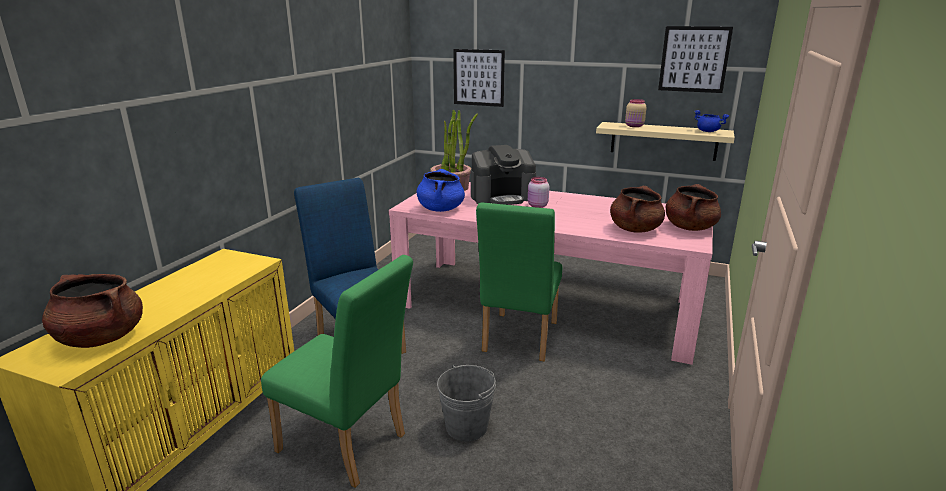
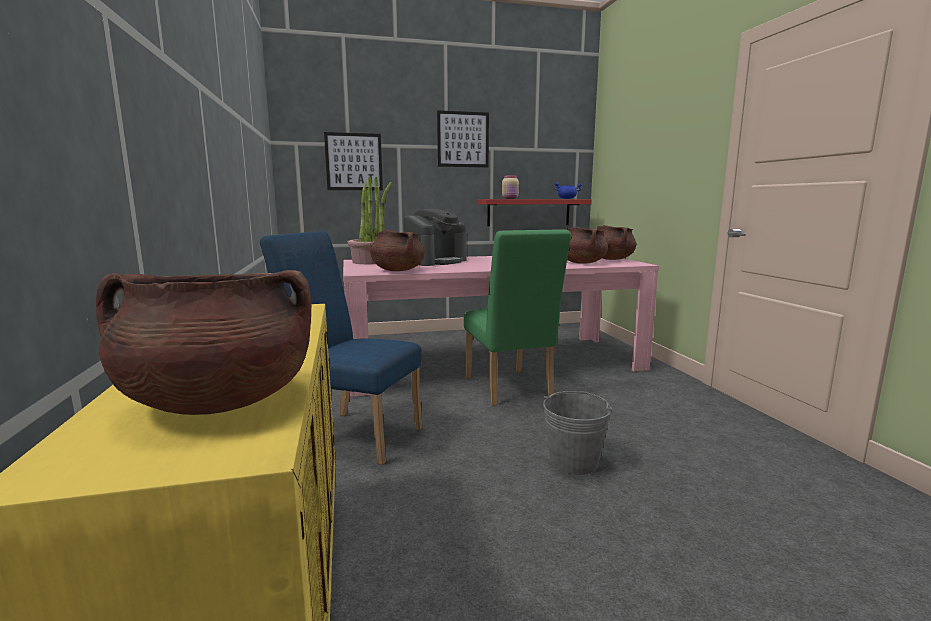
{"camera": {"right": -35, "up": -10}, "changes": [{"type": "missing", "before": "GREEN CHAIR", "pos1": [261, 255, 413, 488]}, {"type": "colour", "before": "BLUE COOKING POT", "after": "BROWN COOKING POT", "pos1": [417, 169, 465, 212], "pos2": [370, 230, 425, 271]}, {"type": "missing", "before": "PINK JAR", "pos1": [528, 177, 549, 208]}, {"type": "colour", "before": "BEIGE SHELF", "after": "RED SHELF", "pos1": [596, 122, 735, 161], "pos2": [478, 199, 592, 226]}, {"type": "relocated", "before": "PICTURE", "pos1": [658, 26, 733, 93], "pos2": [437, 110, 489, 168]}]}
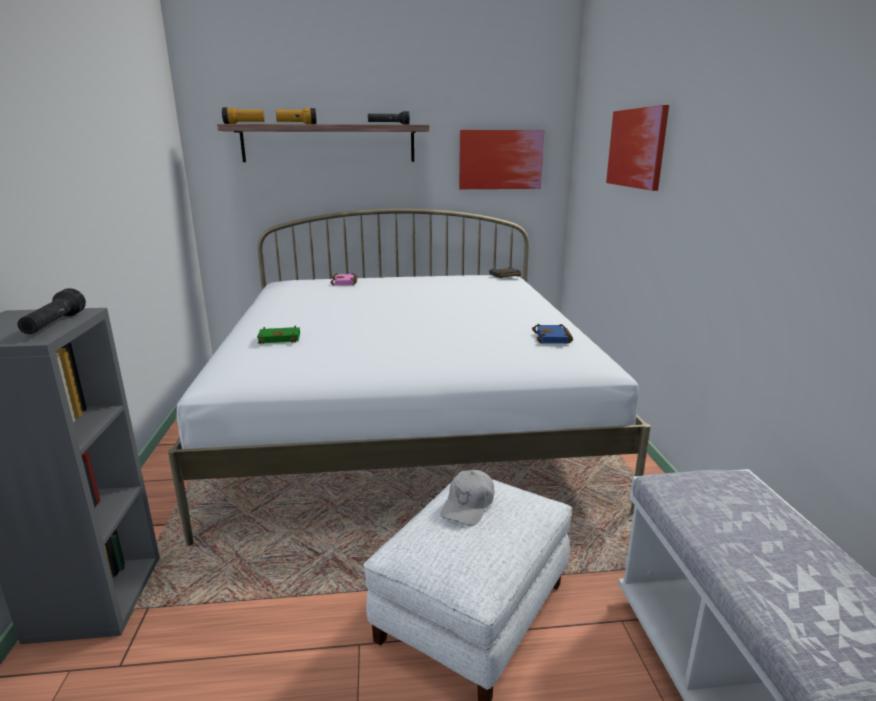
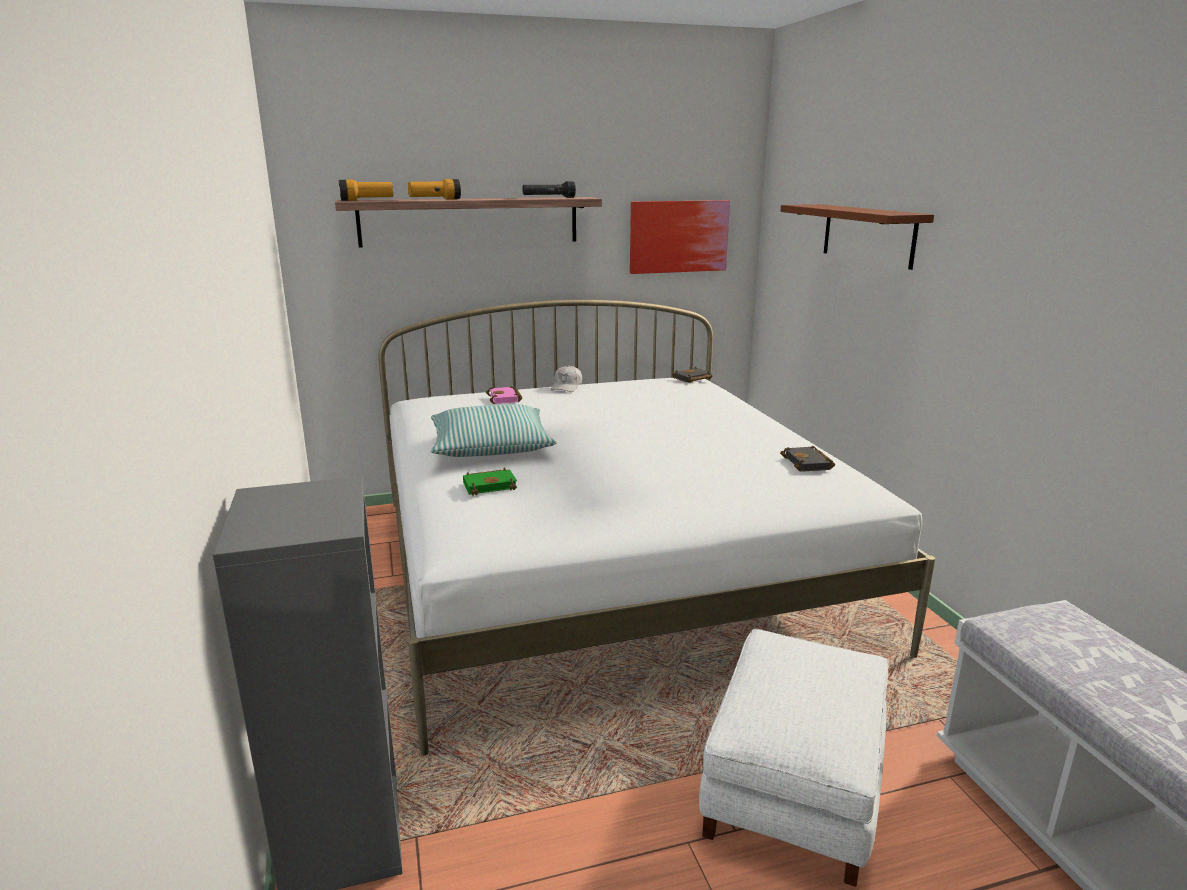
{"camera": {"right": -10, "up": 0}, "changes": [{"type": "missing", "before": "BLACK FLASHLIGHT", "pos1": [17, 288, 86, 334]}, {"type": "relocated", "before": "WHITE CAP", "pos1": [440, 470, 494, 526], "pos2": [550, 365, 582, 392]}, {"type": "colour", "before": "BLUE BOOK", "after": "BLACK BOOK", "pos1": [532, 324, 573, 344], "pos2": [780, 446, 835, 472]}, {"type": "exchanged", "before": "PICTURE", "after": "BROWN SHELF", "pos1": [606, 105, 669, 191], "pos2": [781, 204, 934, 270]}, {"type": "appeared", "after": "PILLOW", "pos2": [431, 404, 557, 457]}]}
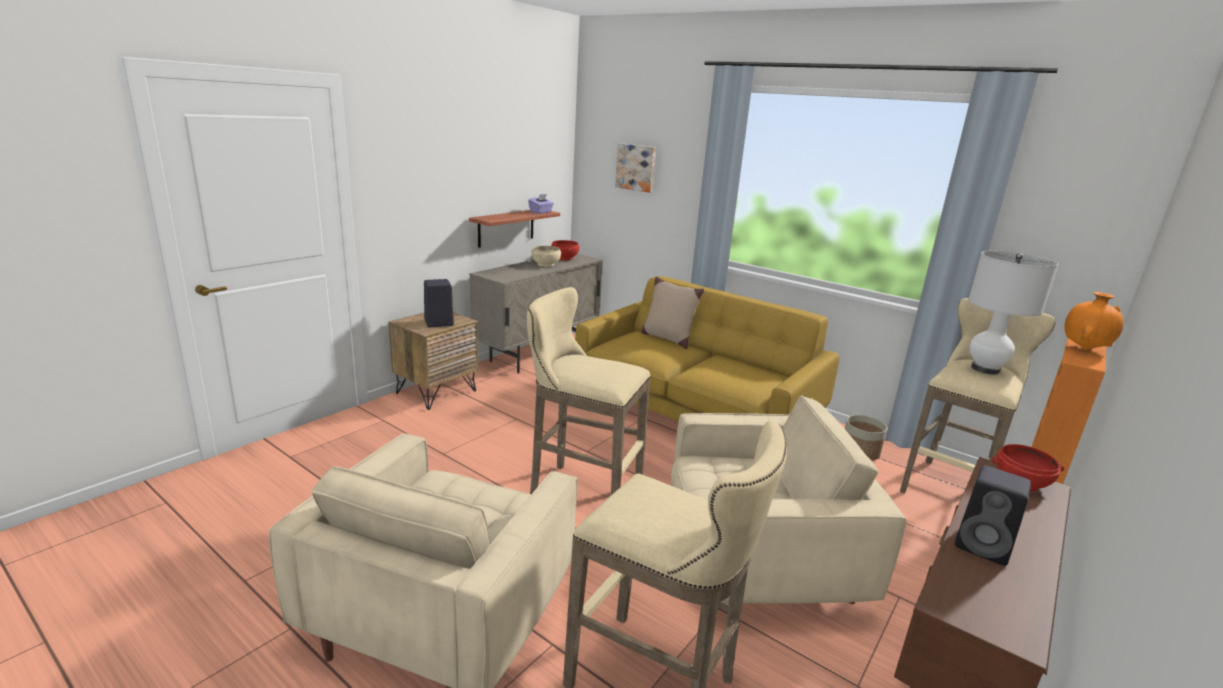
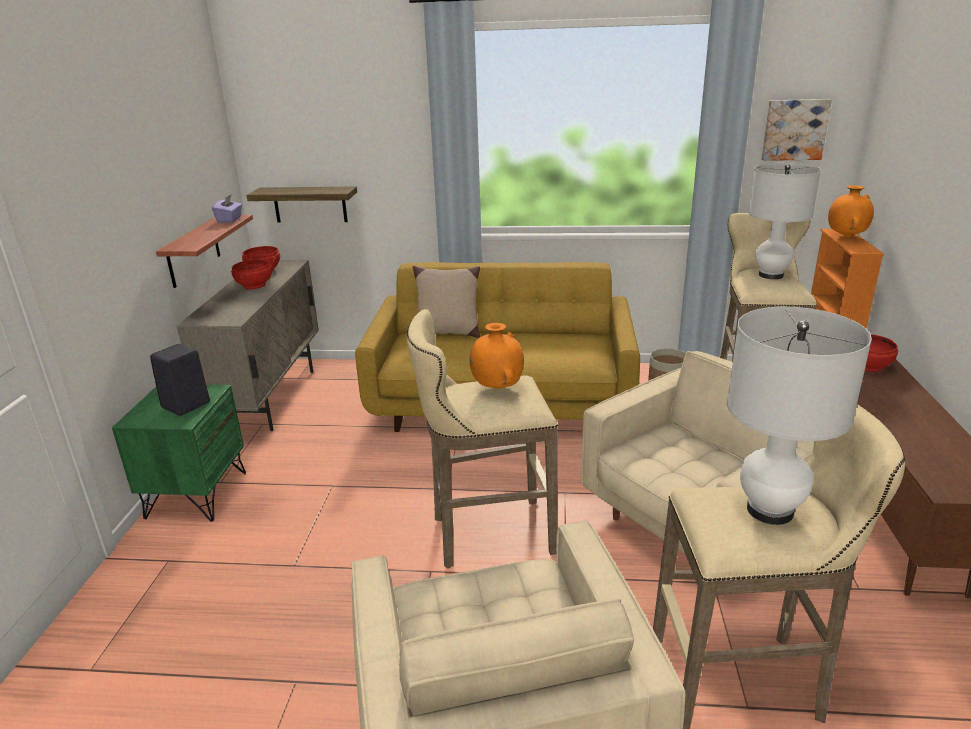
{"camera": {"right": -30, "up": 5}, "changes": [{"type": "colour", "before": "BROWN NIGHTSTAND", "after": "GREEN NIGHTSTAND", "pos1": [389, 312, 478, 410], "pos2": [112, 384, 246, 522]}, {"type": "colour", "before": "BEIGE BOWL", "after": "RED BOWL", "pos1": [532, 246, 561, 267], "pos2": [231, 259, 272, 289]}, {"type": "relocated", "before": "PICTURE", "pos1": [615, 143, 656, 193], "pos2": [762, 99, 832, 161]}, {"type": "missing", "before": "BLACK SPEAKER", "pos1": [955, 465, 1031, 566]}, {"type": "appeared", "after": "SHELF", "pos2": [247, 186, 357, 223]}, {"type": "appeared", "after": "ORANGE VASE", "pos2": [469, 323, 524, 389]}, {"type": "appeared", "after": "WHITE TABLE LAMP", "pos2": [727, 307, 872, 525]}]}
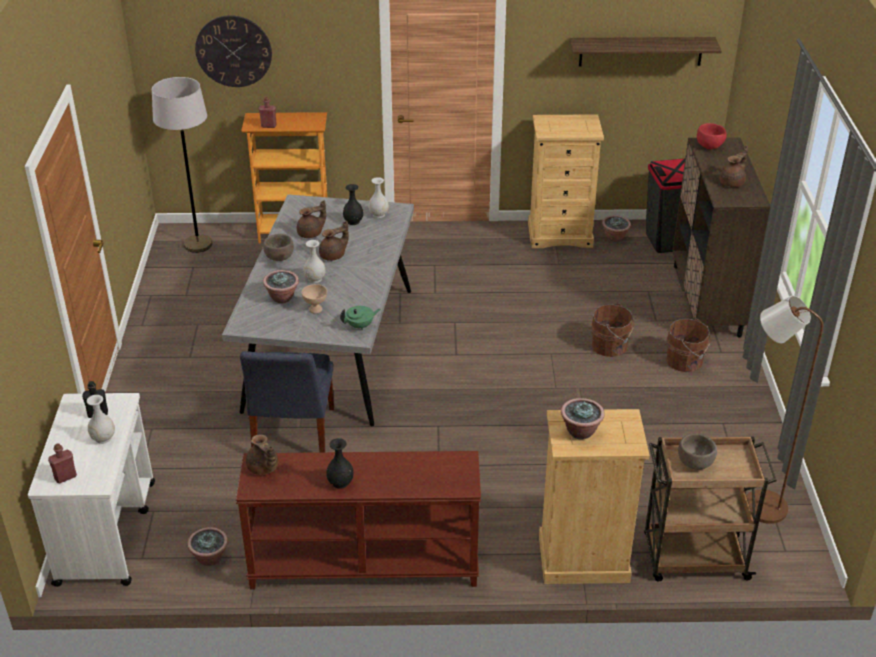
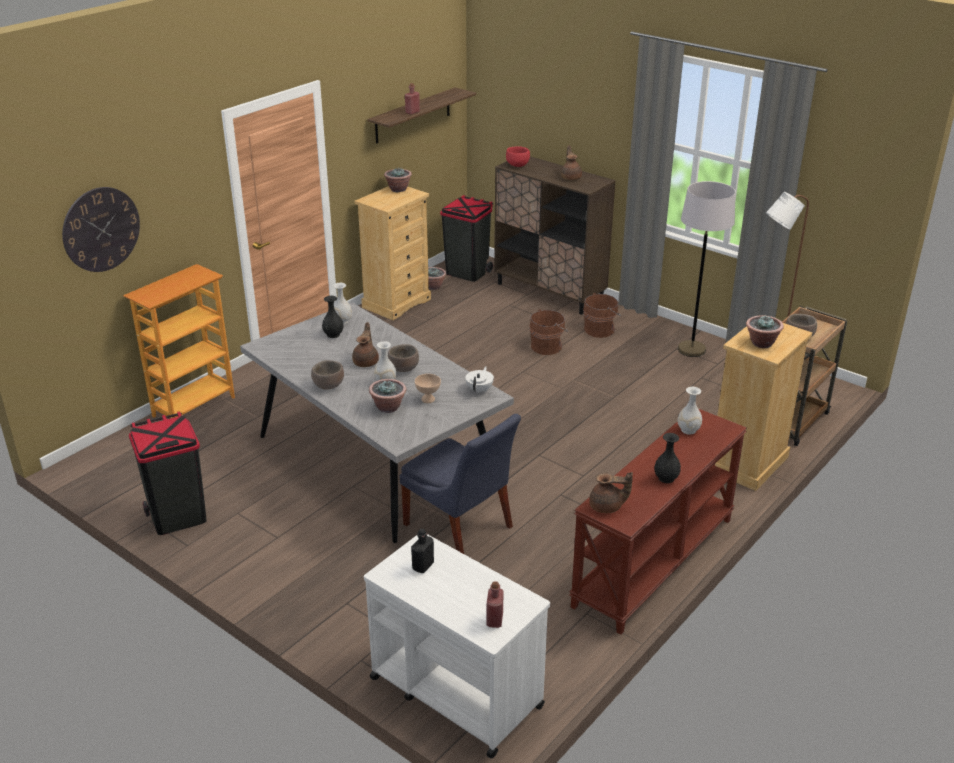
{"camera": {"right": -50, "up": -5}, "changes": [{"type": "relocated", "before": "WHITE VASE", "pos1": [87, 395, 115, 444], "pos2": [678, 387, 702, 435]}, {"type": "relocated", "before": "GREY FLOOR LAMP", "pos1": [152, 77, 213, 253], "pos2": [678, 181, 736, 357]}, {"type": "relocated", "before": "POTTED PLANT", "pos1": [187, 527, 228, 566], "pos2": [384, 167, 412, 192]}, {"type": "relocated", "before": "RED BOTTLE", "pos1": [259, 97, 277, 128], "pos2": [405, 83, 420, 115]}, {"type": "missing", "before": "BROWN TEAPOT", "pos1": [297, 200, 326, 238]}, {"type": "colour", "before": "GREEN TEAPOT", "after": "WHITE TEAPOT", "pos1": [340, 306, 380, 330], "pos2": [466, 366, 494, 393]}, {"type": "appeared", "after": "BLACK TRASH CAN", "pos2": [129, 411, 207, 535]}, {"type": "appeared", "after": "BROWN BOWL", "pos2": [388, 344, 419, 372]}]}
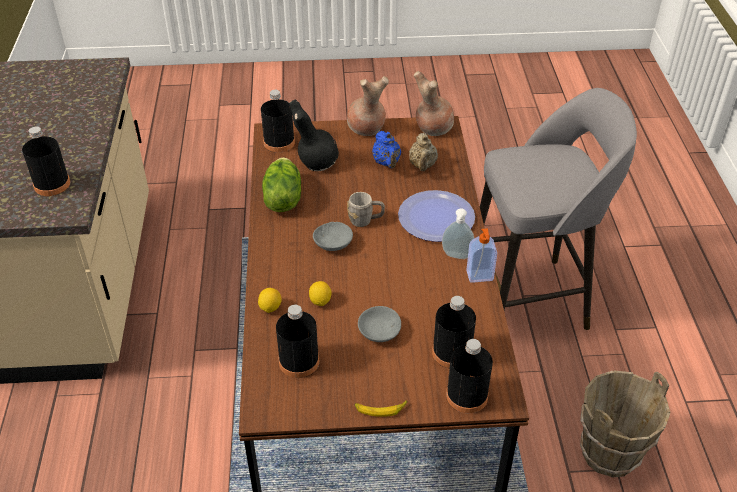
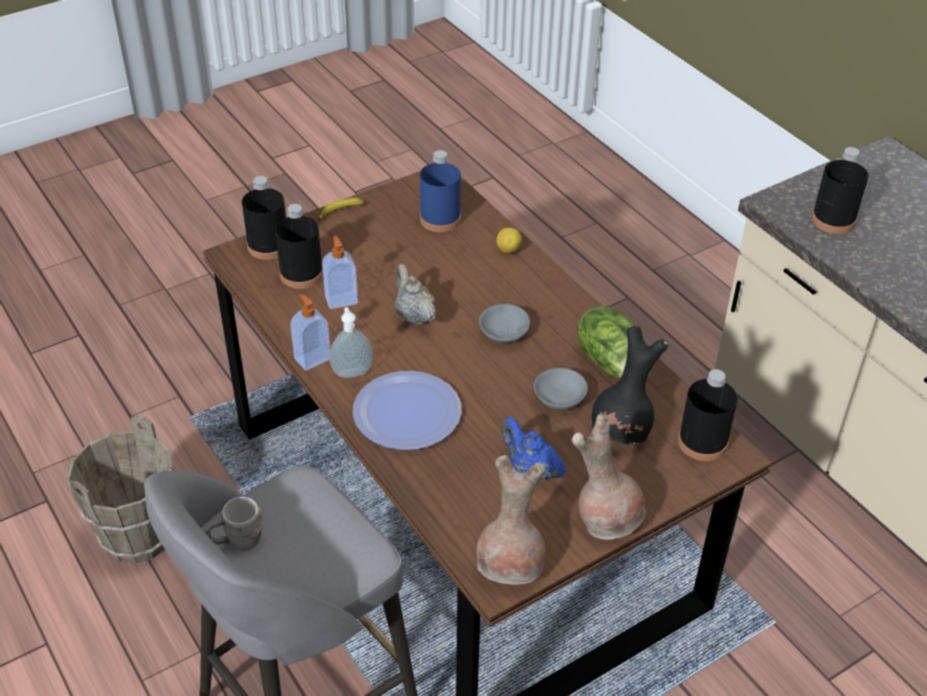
{"camera": {"right": 150, "up": 0}, "changes": [{"type": "colour", "before": "BLACK BOTTLE", "after": "BLUE BOTTLE", "pos1": [276, 305, 319, 378], "pos2": [420, 150, 461, 232]}, {"type": "missing", "before": "LEMON", "pos1": [309, 281, 332, 306]}, {"type": "relocated", "before": "GREY MUG", "pos1": [347, 192, 385, 227], "pos2": [204, 497, 263, 551]}, {"type": "relocated", "before": "GREY BOWL", "pos1": [358, 306, 401, 342], "pos2": [534, 368, 588, 410]}, {"type": "relocated", "before": "BEIGE TEAPOT", "pos1": [409, 133, 438, 171], "pos2": [395, 264, 436, 324]}, {"type": "appeared", "after": "SOAP DISPENSER", "pos2": [322, 236, 358, 309]}]}
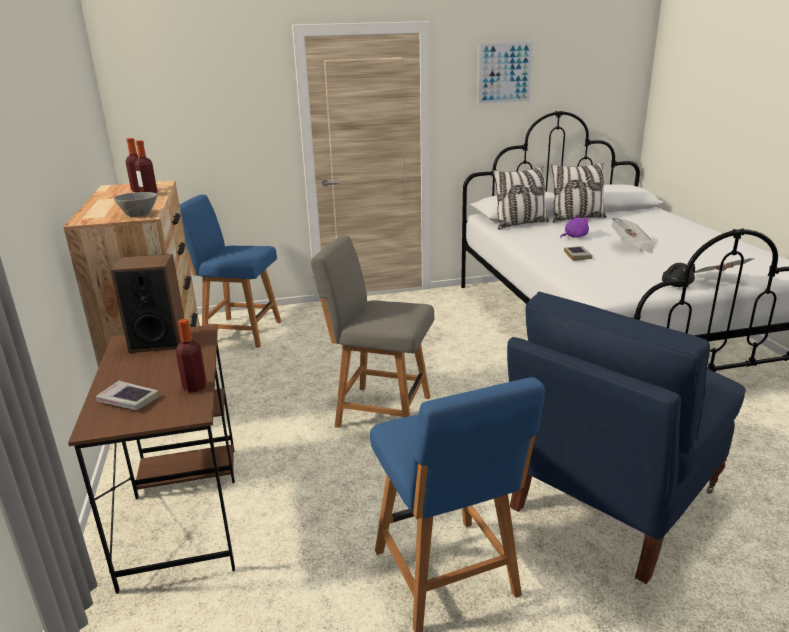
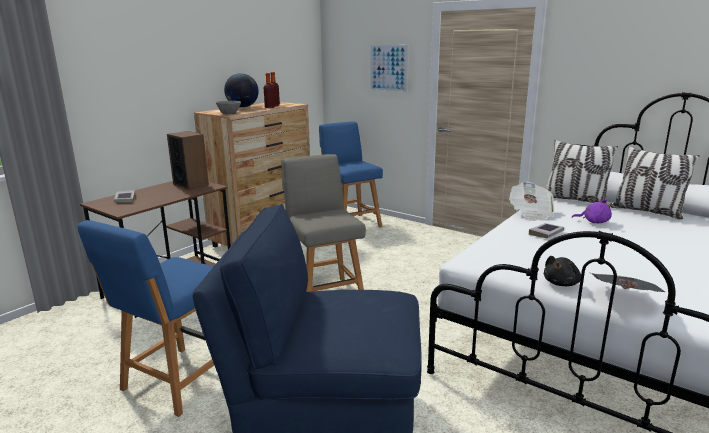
{"camera": {"right": 50, "up": -5}, "changes": [{"type": "missing", "before": "BOTTLE", "pos1": [176, 319, 207, 392]}, {"type": "relocated", "before": "PICTURE", "pos1": [477, 41, 535, 105], "pos2": [369, 44, 409, 93]}, {"type": "relocated", "before": "NEWSPAPER", "pos1": [611, 217, 655, 253], "pos2": [509, 182, 554, 221]}, {"type": "appeared", "after": "GLOBE", "pos2": [224, 73, 259, 108]}]}
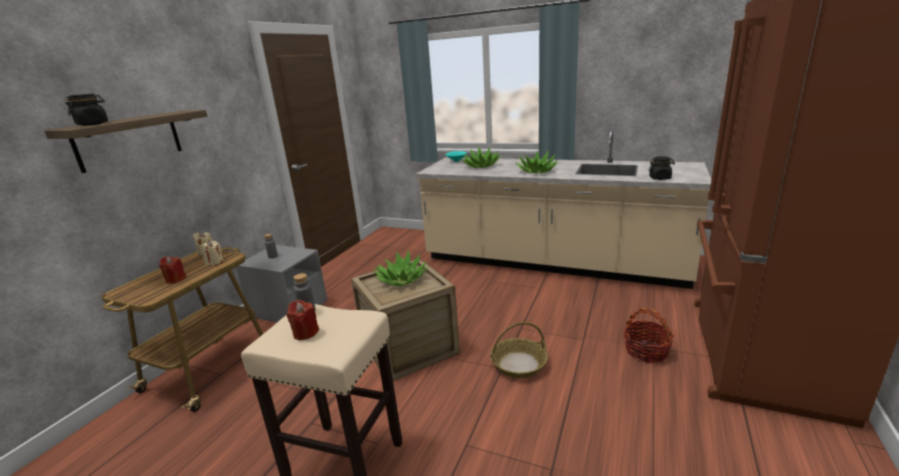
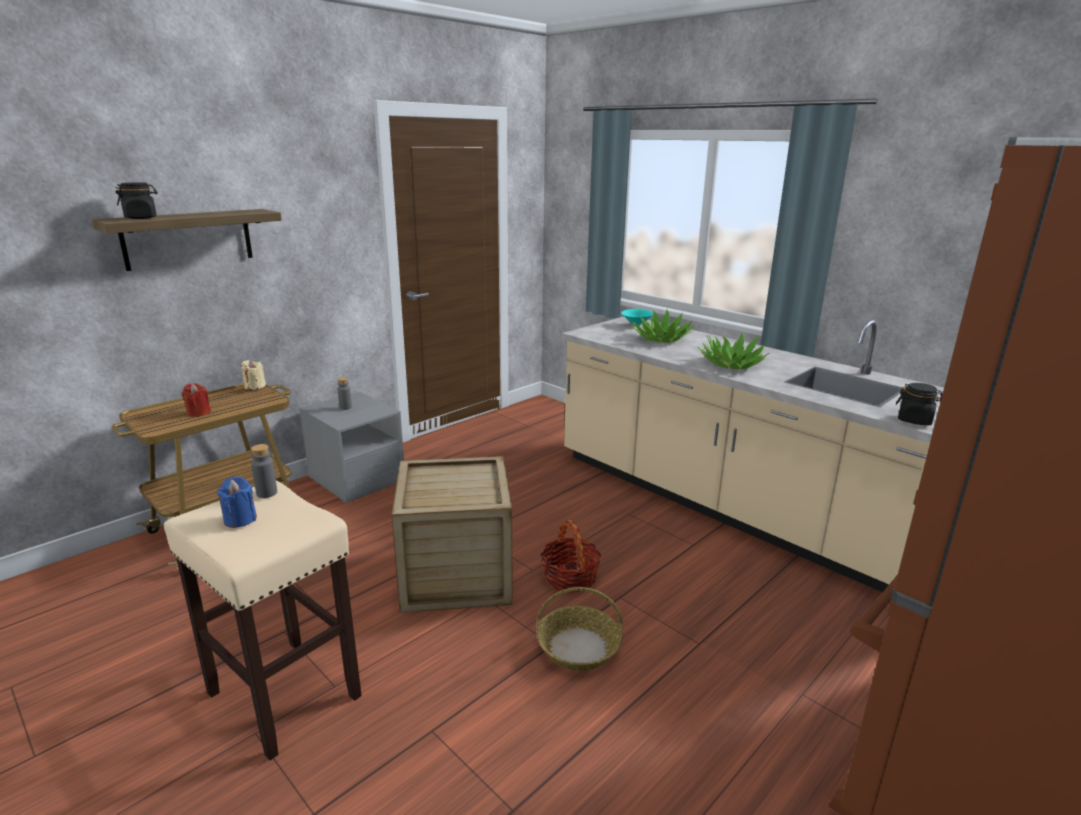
{"camera": {"right": 20, "up": 0}, "changes": [{"type": "missing", "before": "BEIGE CANDLE", "pos1": [200, 241, 223, 266]}, {"type": "colour", "before": "RED CANDLE", "after": "BLUE CANDLE", "pos1": [286, 300, 319, 340], "pos2": [217, 477, 257, 528]}, {"type": "missing", "before": "POTTED PLANT", "pos1": [373, 251, 429, 286]}, {"type": "relocated", "before": "BASKET", "pos1": [624, 308, 674, 363], "pos2": [540, 520, 601, 593]}]}
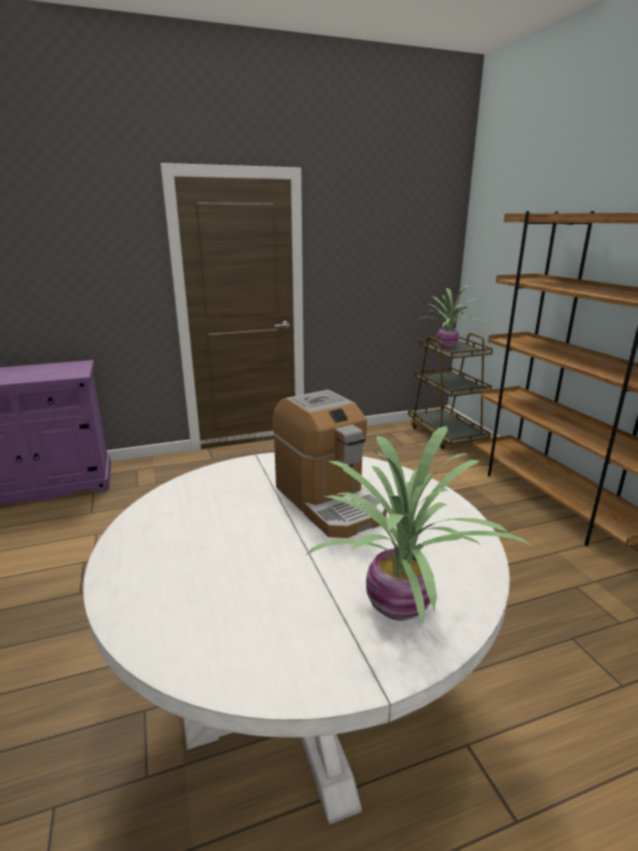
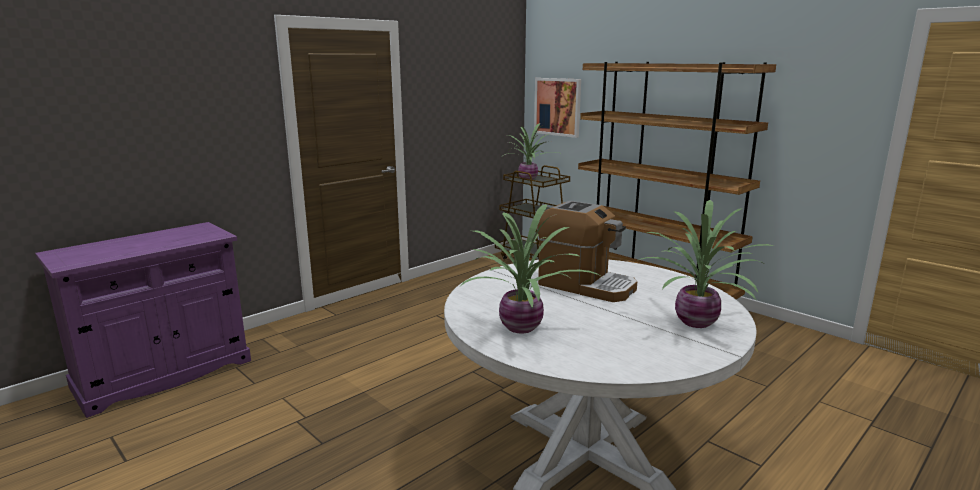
{"camera": {"right": -25, "up": -5}, "changes": [{"type": "appeared", "after": "POTTED PLANT", "pos2": [460, 204, 602, 334]}, {"type": "appeared", "after": "PICTURE", "pos2": [534, 78, 581, 138]}]}
